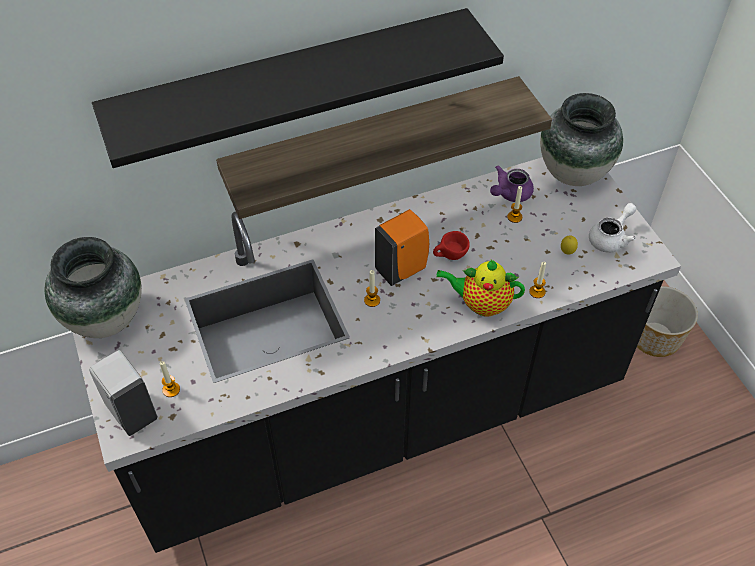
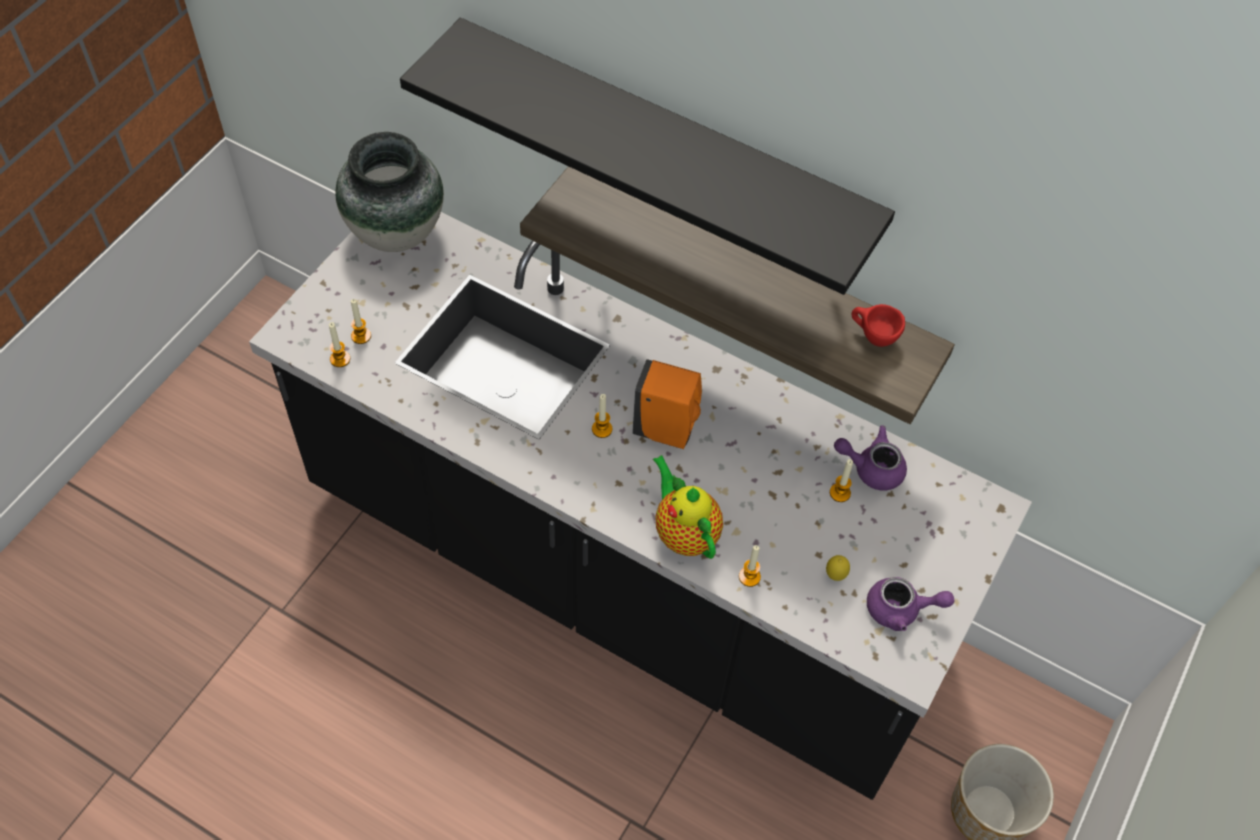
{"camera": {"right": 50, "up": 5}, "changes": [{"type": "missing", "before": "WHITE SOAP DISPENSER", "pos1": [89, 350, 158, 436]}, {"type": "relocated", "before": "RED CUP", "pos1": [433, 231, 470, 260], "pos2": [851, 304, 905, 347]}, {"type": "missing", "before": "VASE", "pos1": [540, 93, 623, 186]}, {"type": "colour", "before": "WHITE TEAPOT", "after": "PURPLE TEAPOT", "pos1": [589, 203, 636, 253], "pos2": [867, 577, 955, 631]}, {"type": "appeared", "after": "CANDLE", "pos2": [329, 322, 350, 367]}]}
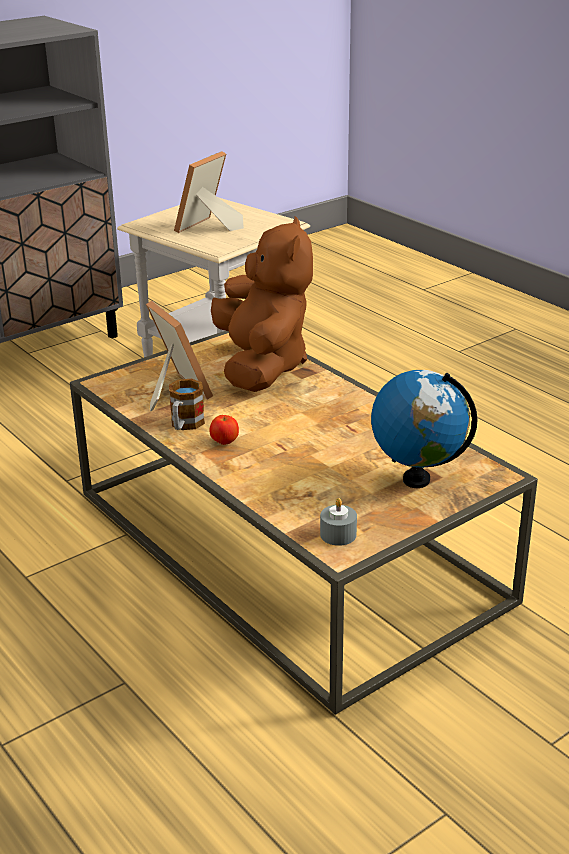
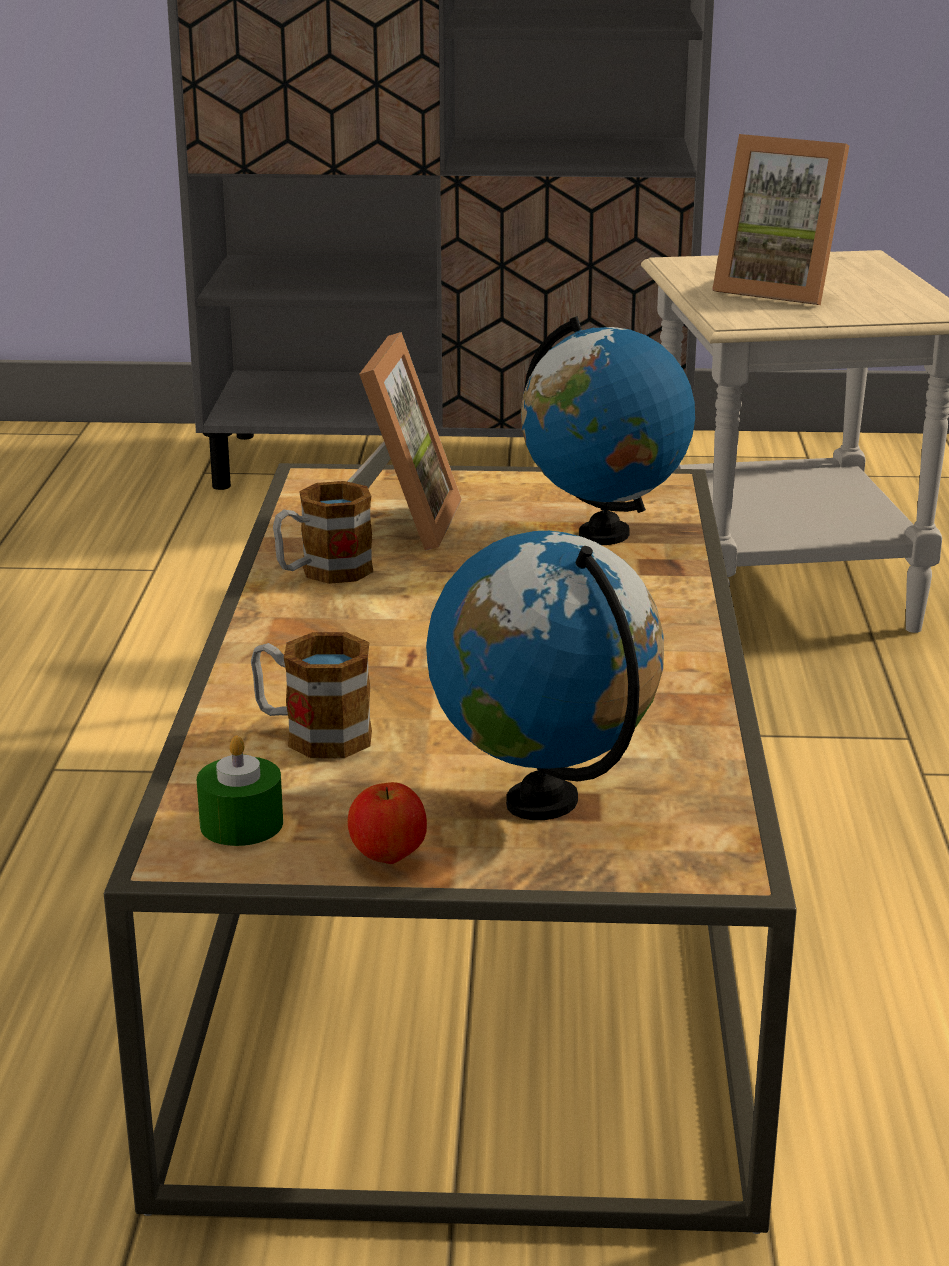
{"camera": {"right": 40, "up": -5}, "changes": [{"type": "spun", "before": "PICTURE FRAME", "pos1": [174, 151, 244, 233], "pos2": [712, 134, 849, 305], "turn": -135}, {"type": "relocated", "before": "APPLE", "pos1": [210, 415, 239, 445], "pos2": [348, 782, 427, 864]}, {"type": "exchanged", "before": "BROWN PLUSH TOY", "after": "GLOBE", "pos1": [211, 216, 313, 392], "pos2": [521, 316, 695, 545]}, {"type": "colour", "before": "GREY CANDLE", "after": "GREEN CANDLE", "pos1": [320, 498, 357, 546], "pos2": [197, 735, 283, 846]}, {"type": "appeared", "after": "MUG", "pos2": [251, 632, 372, 758]}]}
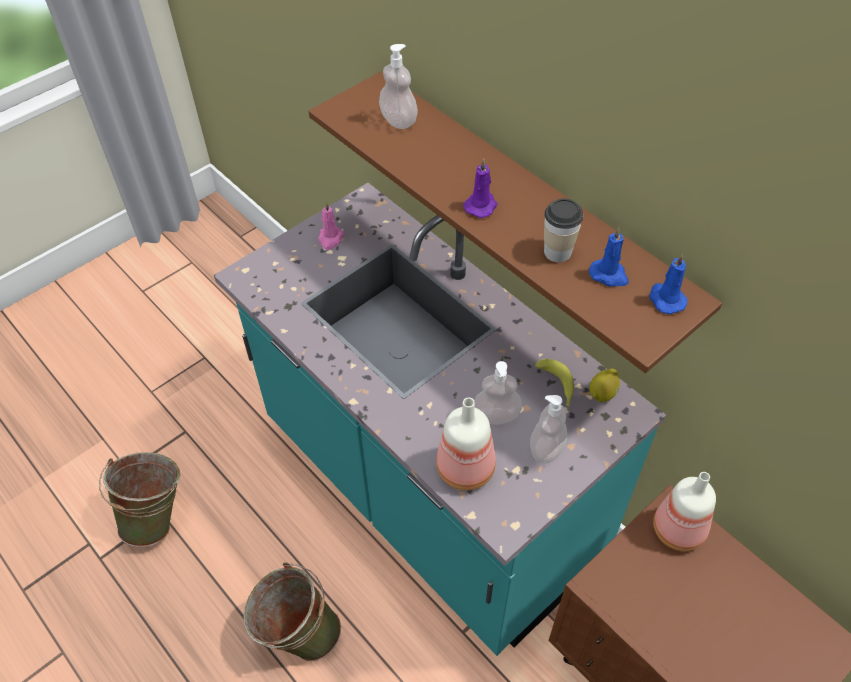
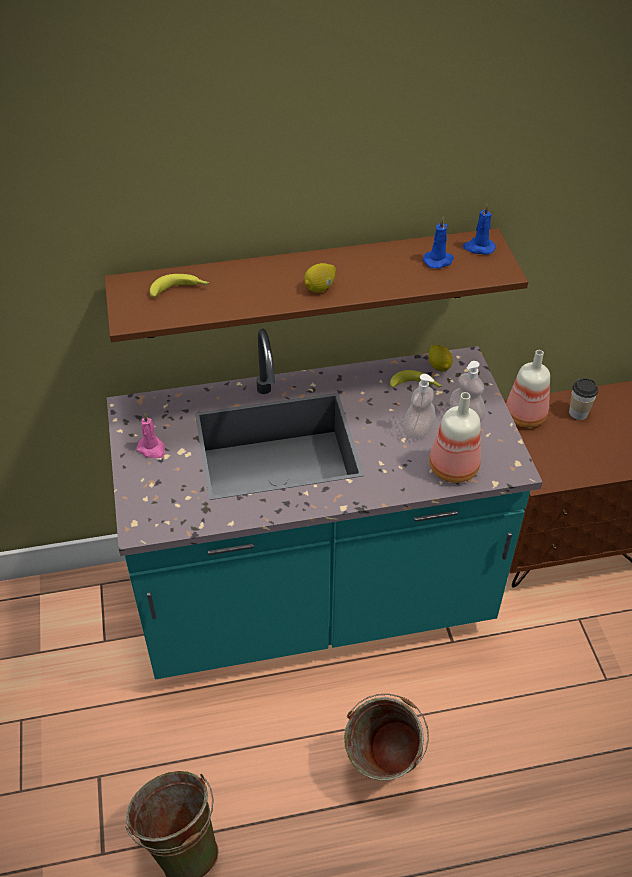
{"camera": {"right": -60, "up": -5}, "changes": [{"type": "exchanged", "before": "SOAP DISPENSER", "after": "BANANA", "pos1": [379, 44, 418, 129], "pos2": [150, 274, 209, 298]}, {"type": "exchanged", "before": "PURPLE CANDLE", "after": "LEMON", "pos1": [463, 158, 498, 218], "pos2": [304, 263, 336, 292]}, {"type": "relocated", "before": "CUP", "pos1": [544, 198, 583, 262], "pos2": [569, 378, 598, 420]}]}
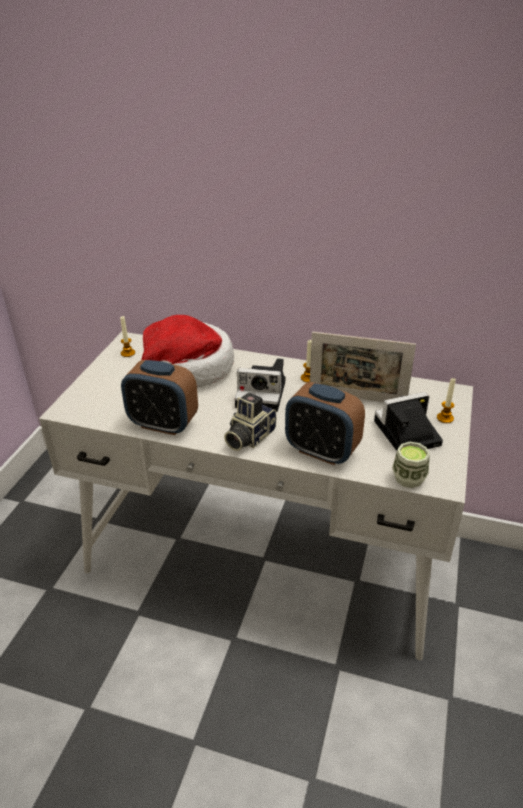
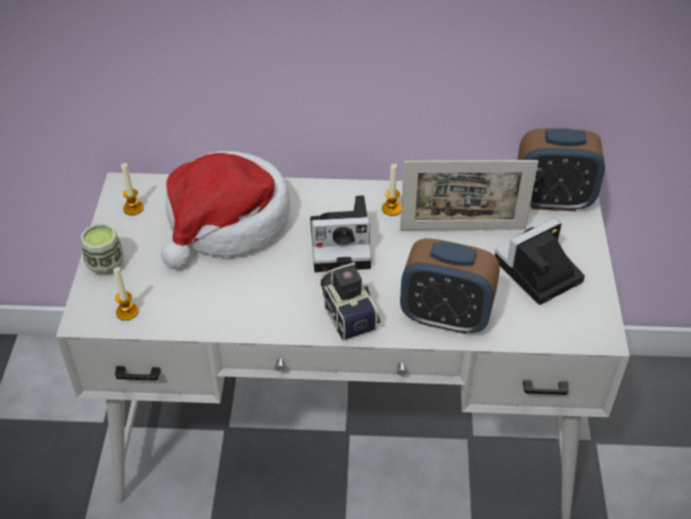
{"camera": {"right": -15, "up": 10}, "changes": [{"type": "relocated", "before": "ALARM CLOCK", "pos1": [121, 360, 198, 435], "pos2": [517, 128, 605, 211]}, {"type": "spun", "before": "PHOTO CAMERA", "pos1": [224, 393, 276, 451], "pos2": [320, 262, 381, 341], "turn": 135}, {"type": "relocated", "before": "CUP", "pos1": [392, 442, 430, 488], "pos2": [80, 224, 124, 275]}, {"type": "relocated", "before": "CANDLE", "pos1": [437, 378, 456, 423], "pos2": [113, 267, 138, 321]}]}
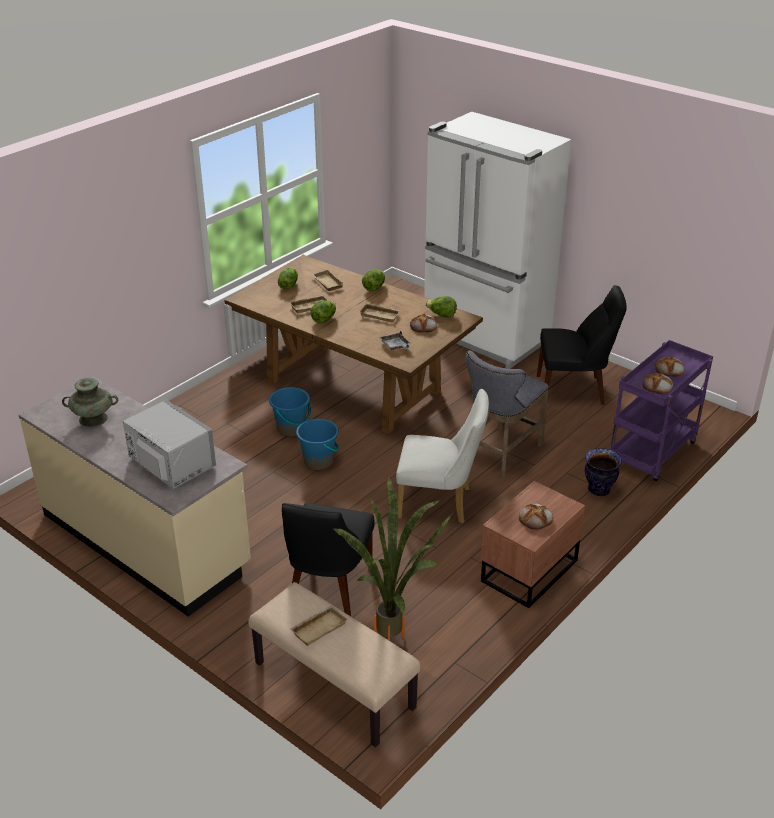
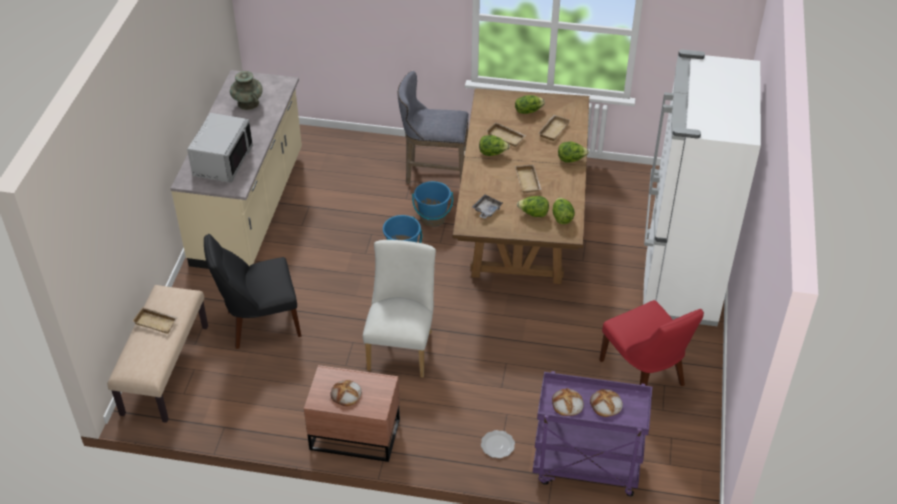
{"camera": {"right": 60, "up": 10}, "changes": [{"type": "missing", "before": "POTTED PLANT", "pos1": [334, 476, 455, 641]}, {"type": "spun", "before": "WHITE CHAIR", "pos1": [396, 389, 489, 523], "pos2": [363, 240, 436, 378], "turn": -150}, {"type": "exchanged", "before": "BREAD", "after": "LETTUCE", "pos1": [410, 314, 437, 332], "pos2": [517, 196, 549, 217]}, {"type": "relocated", "before": "GREY STOOL", "pos1": [466, 350, 549, 477], "pos2": [398, 71, 469, 184]}, {"type": "colour", "before": "BLACK CHAIR", "after": "RED CHAIR", "pos1": [537, 285, 627, 405], "pos2": [599, 300, 704, 386]}, {"type": "exchanged", "before": "VASE", "after": "PLATE", "pos1": [585, 448, 622, 497], "pos2": [481, 430, 515, 458]}]}
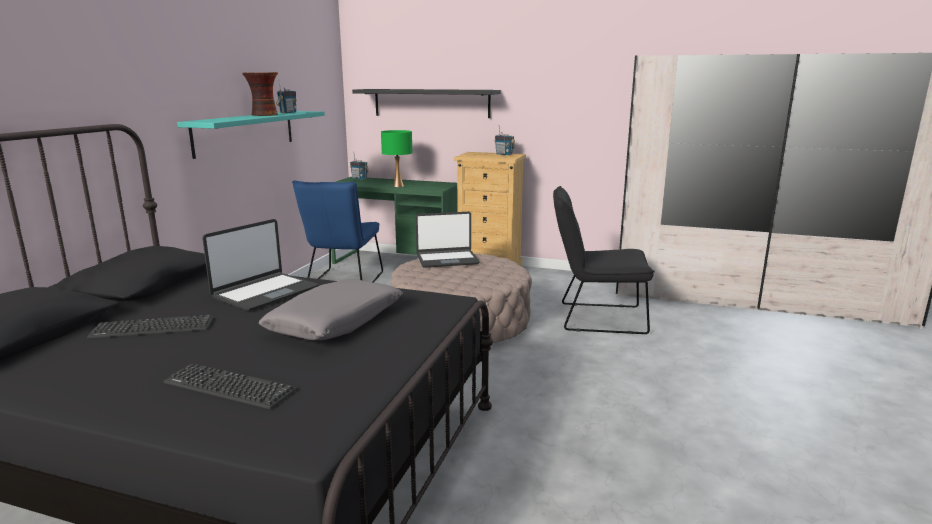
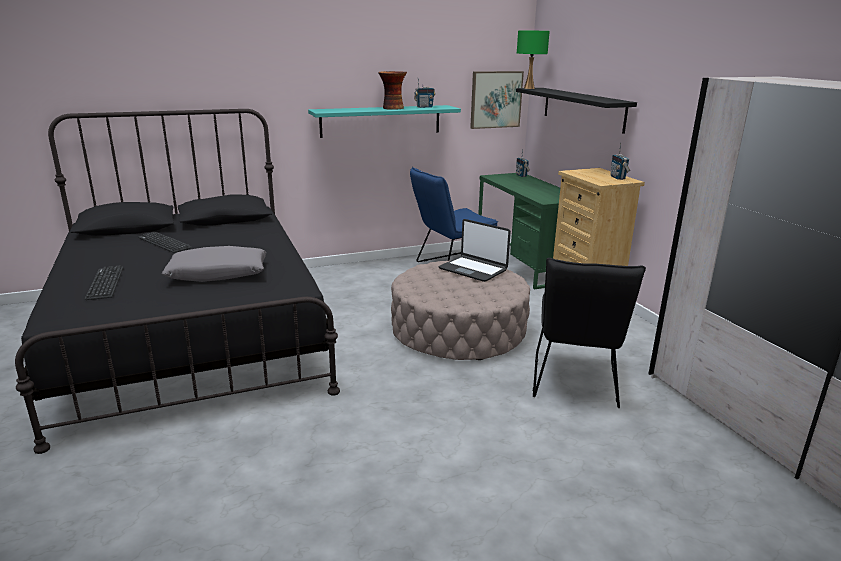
{"camera": {"right": 50, "up": 5}, "changes": [{"type": "missing", "before": "LAPTOP", "pos1": [202, 219, 318, 311]}, {"type": "relocated", "before": "GREEN TABLE LAMP", "pos1": [381, 130, 412, 187], "pos2": [517, 30, 550, 89]}, {"type": "spun", "before": "BLACK CHAIR", "pos1": [553, 186, 654, 334], "pos2": [533, 258, 646, 408], "turn": -135}, {"type": "appeared", "after": "PICTURE", "pos2": [470, 71, 524, 129]}]}
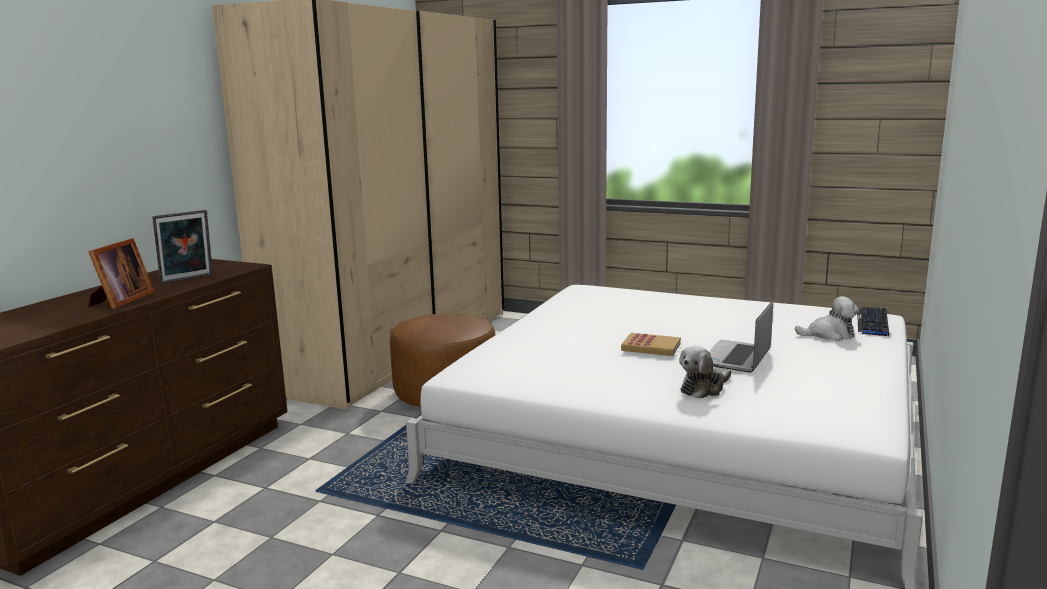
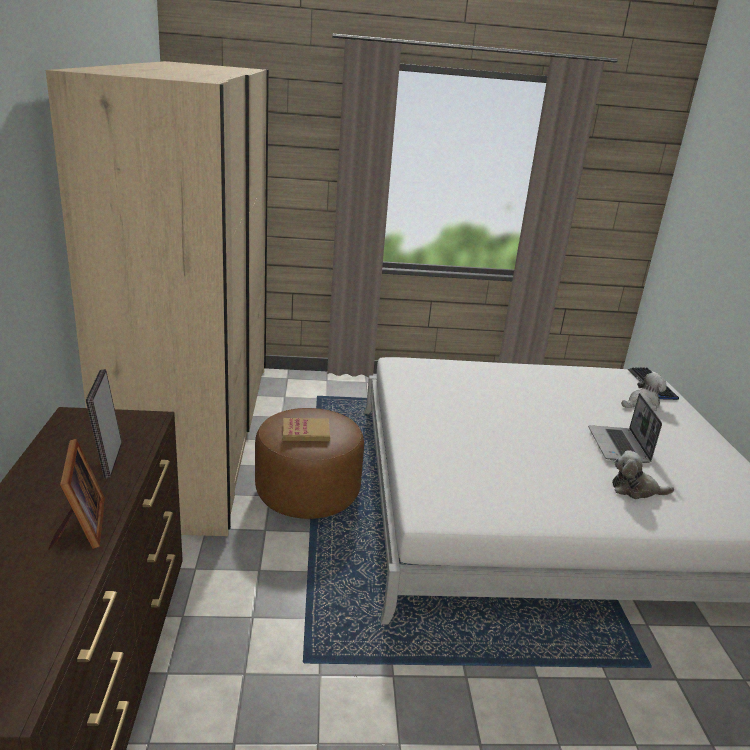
{"camera": {"right": -30, "up": 10}, "changes": [{"type": "spun", "before": "PICTURE FRAME", "pos1": [152, 210, 213, 284], "pos2": [86, 369, 122, 478], "turn": 150}, {"type": "relocated", "before": "BOOK", "pos1": [621, 333, 681, 356], "pos2": [283, 418, 330, 441]}, {"type": "spun", "before": "PLUSH TOY", "pos1": [679, 346, 732, 399], "pos2": [612, 450, 674, 499], "turn": 75}]}
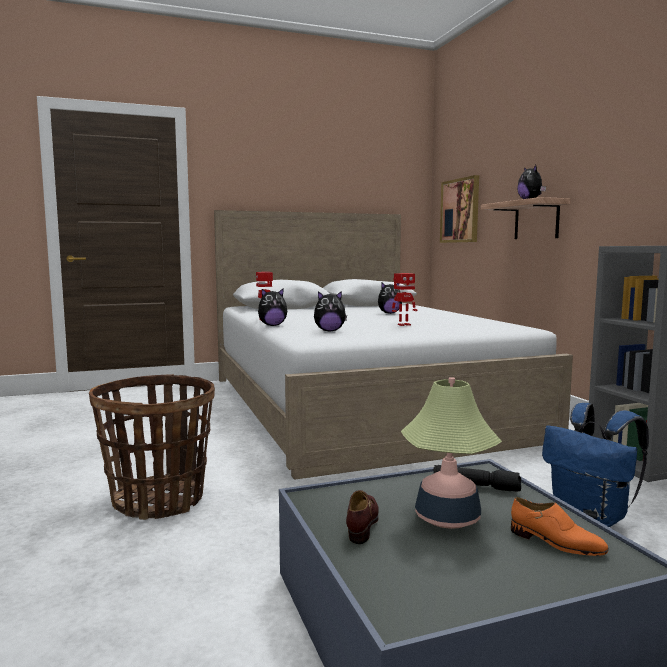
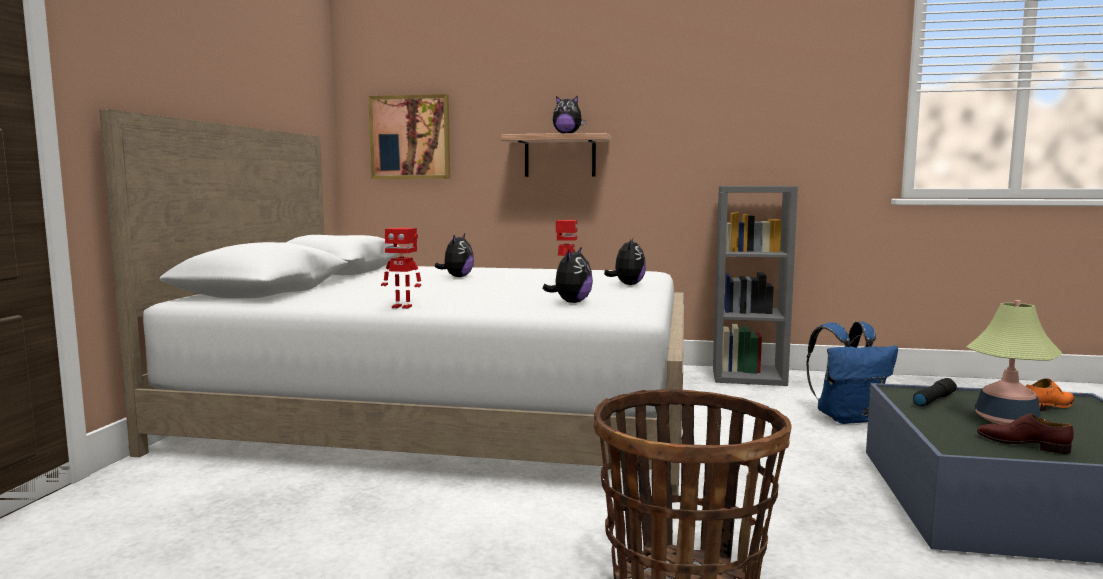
{"camera": {"right": -60, "up": 0}, "changes": [{"type": "relocated", "before": "PLUSH TOY", "pos1": [258, 289, 287, 326], "pos2": [604, 238, 646, 285]}]}
